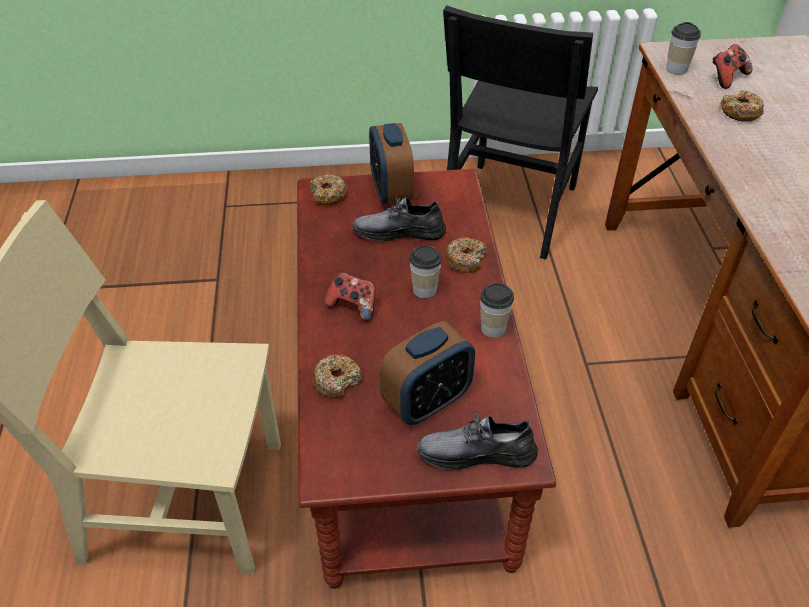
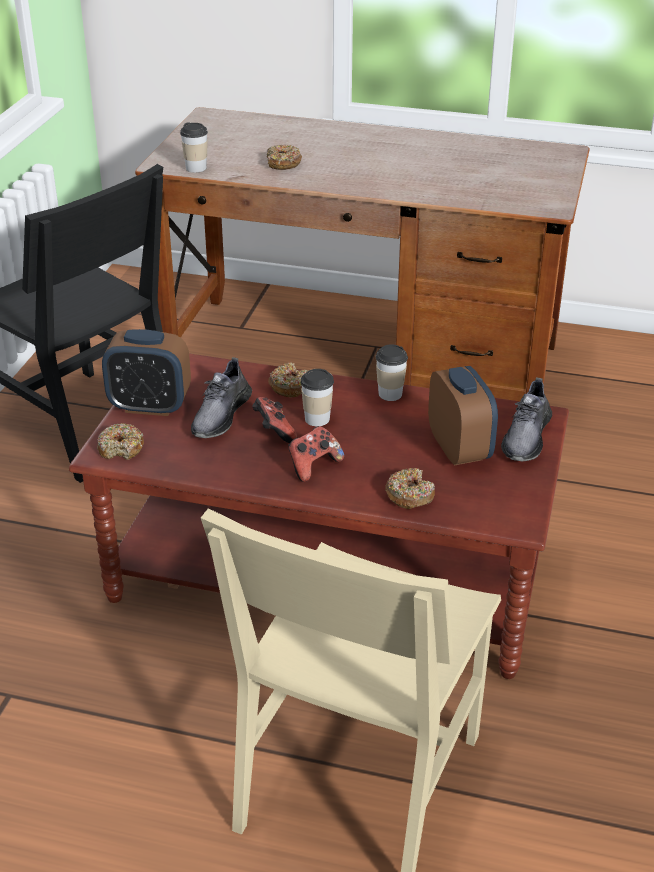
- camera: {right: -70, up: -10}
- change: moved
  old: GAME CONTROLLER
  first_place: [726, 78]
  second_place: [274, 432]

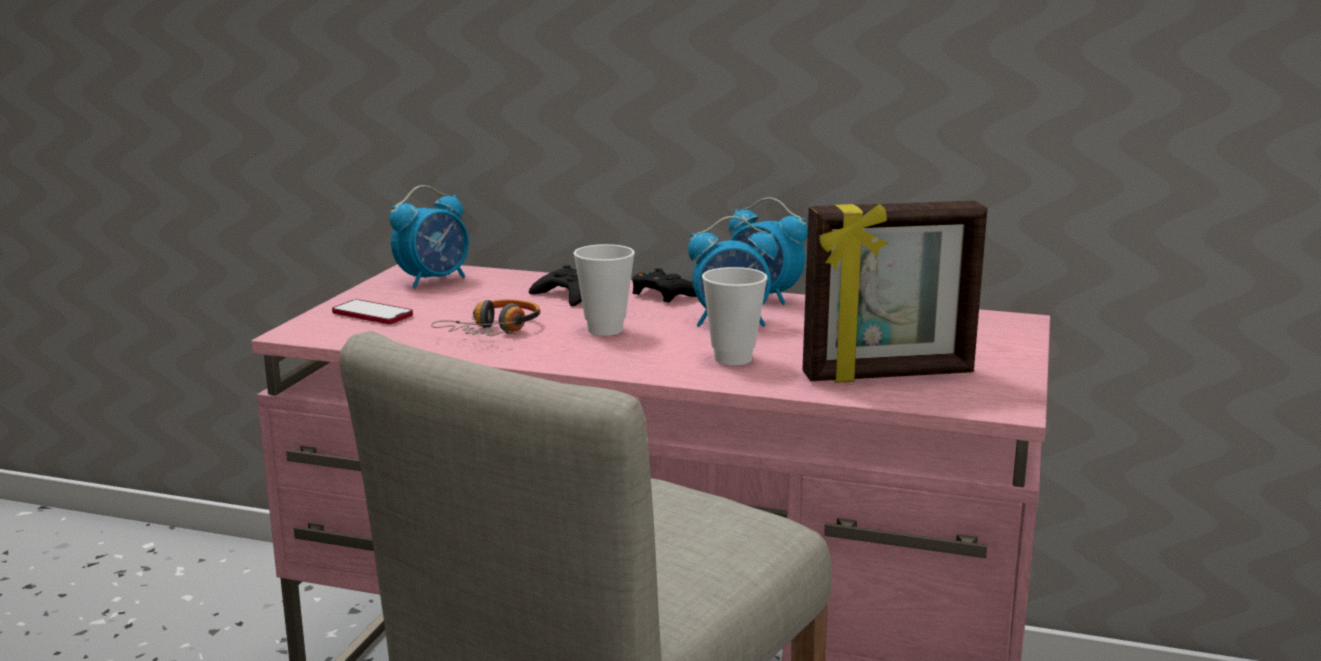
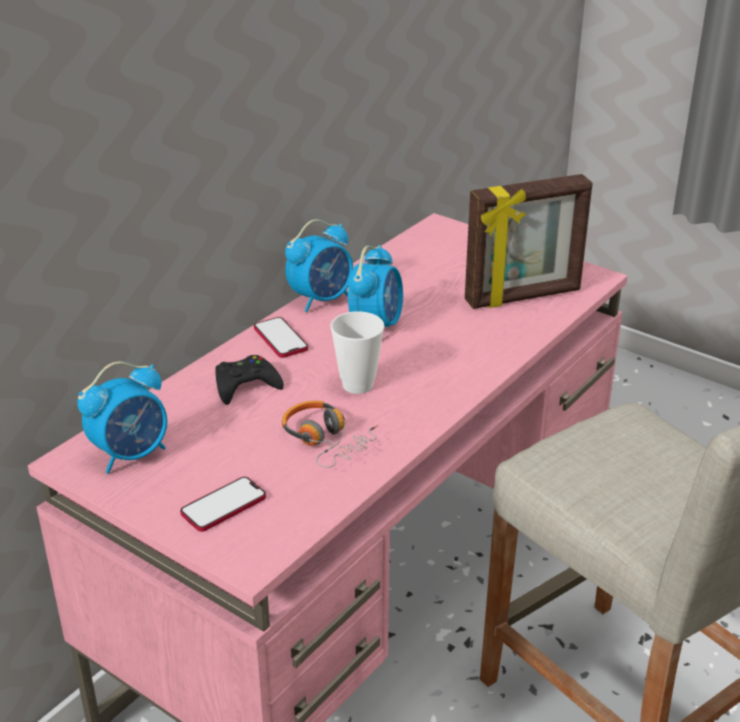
- camera: {right: -70, up: 15}
- change: removed
  old: CUP
  first_place: [733, 358]
- change: replaced
  old: BLACK GAME CONTROLLER
  new: PHONE
  first_place: [664, 294]
  second_place: [280, 339]
- change: turned
  old: ALARM CLOCK
  first_place: [434, 280]
  second_place: [131, 454]
  degrees: 75
- change: turned
  old: PICTURE FRAME
  first_place: [888, 375]
  second_place: [523, 297]
  degrees: 60

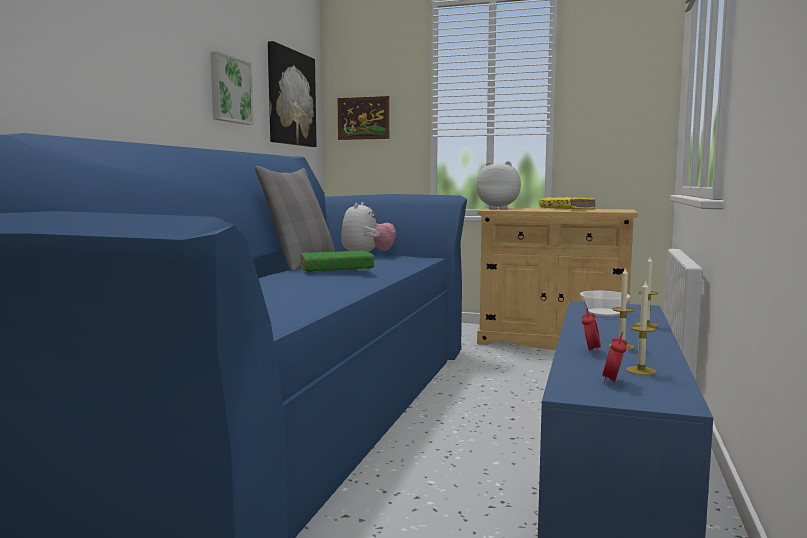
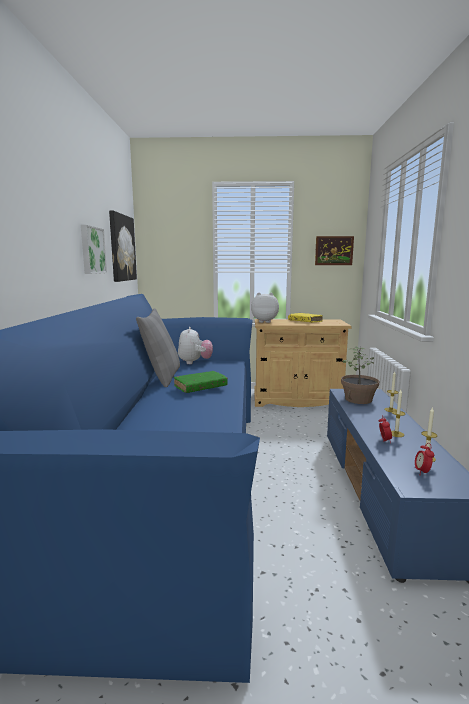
- camera: {right: -15, up: 5}
- change: moved
  old: PICTURE
  first_place: [363, 118]
  second_place: [334, 250]
- change: replaced
  old: BOWL
  new: POTTED PLANT
  first_place: [604, 312]
  second_place: [358, 399]

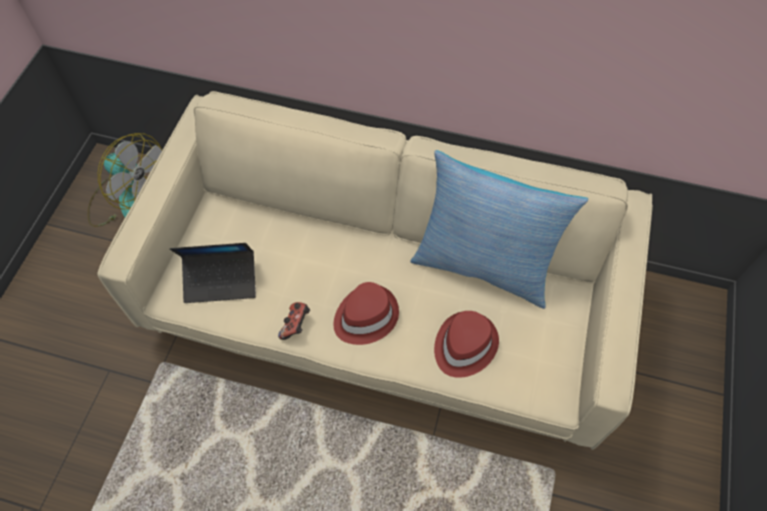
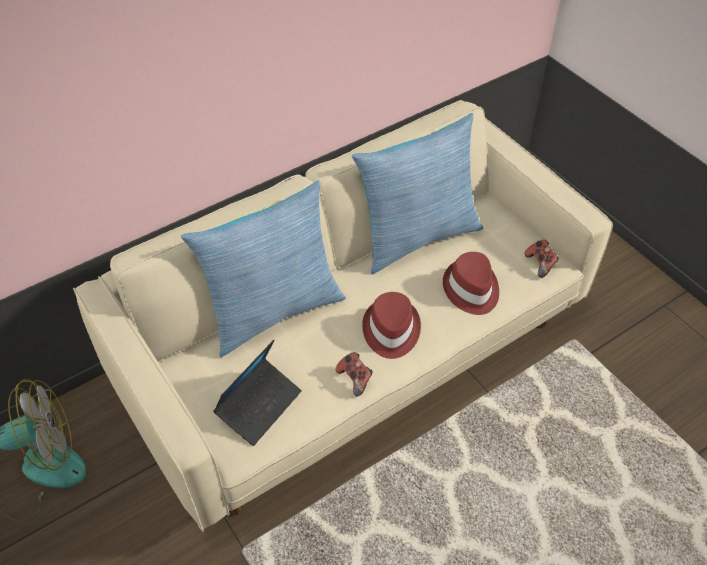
- camera: {right: -50, up: -10}
- change: added
  new: PILLOW
  second_place: [273, 310]
- change: added
  new: GAME CONTROLLER
  second_place: [540, 264]

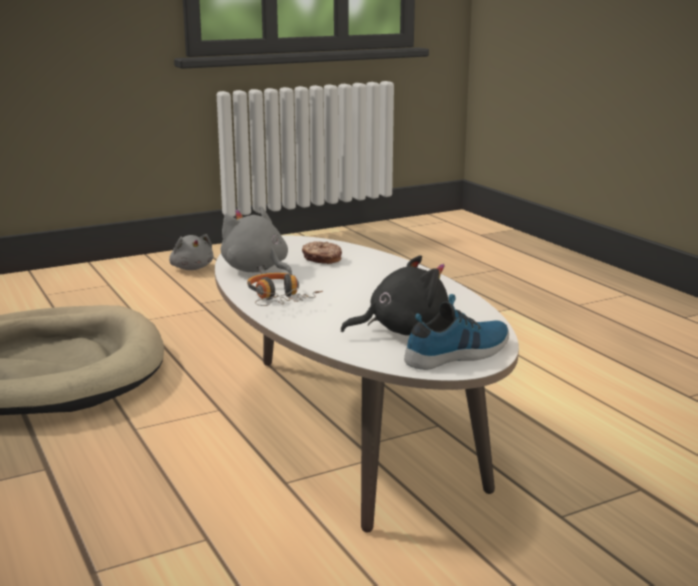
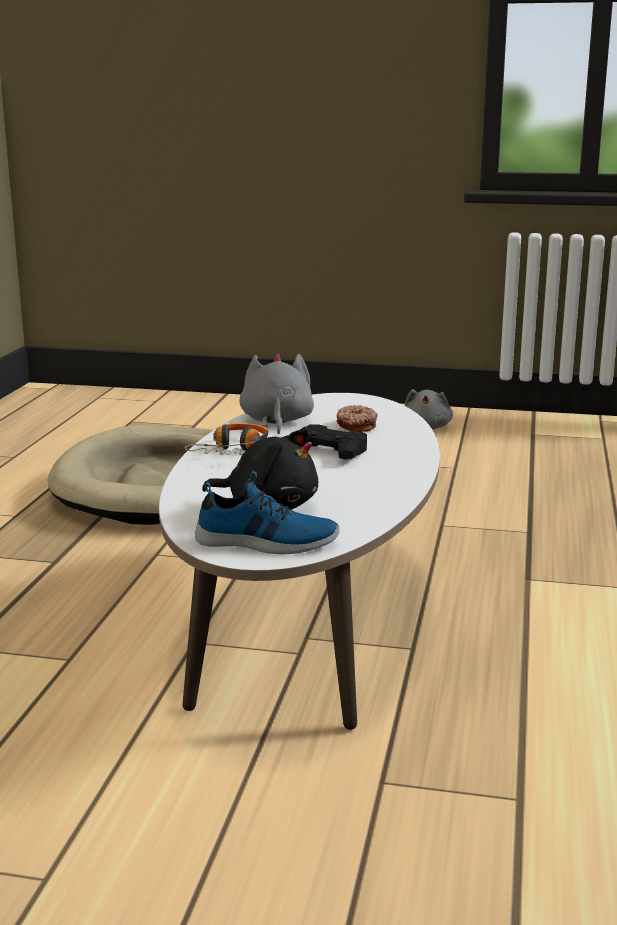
- camera: {right: 40, up: 0}
- change: added
  new: BLACK GAME CONTROLLER
  second_place: [326, 451]

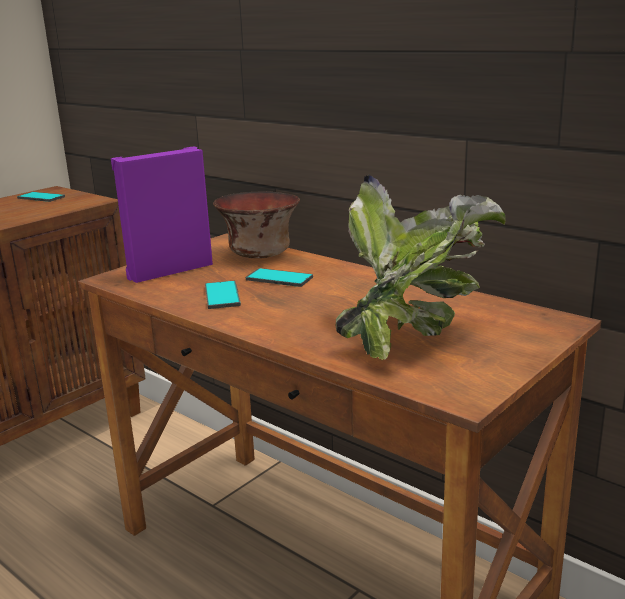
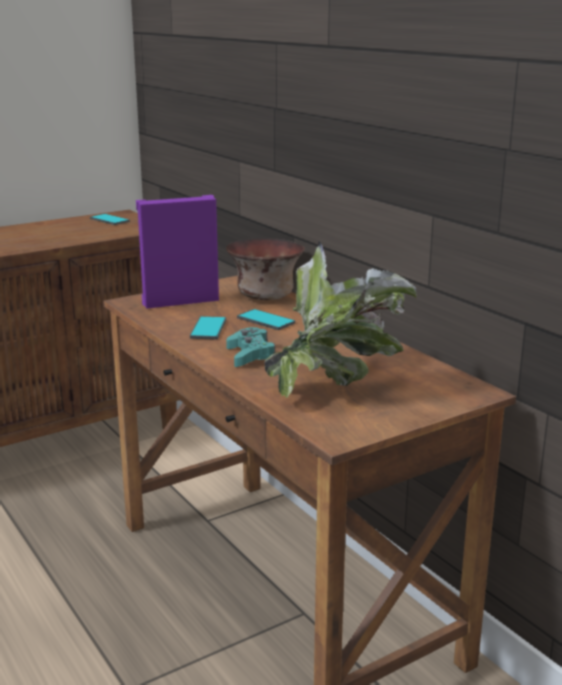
- camera: {right: 15, up: 0}
- change: added
  new: TURQUOISE GAME CONTROLLER
  second_place: [250, 355]

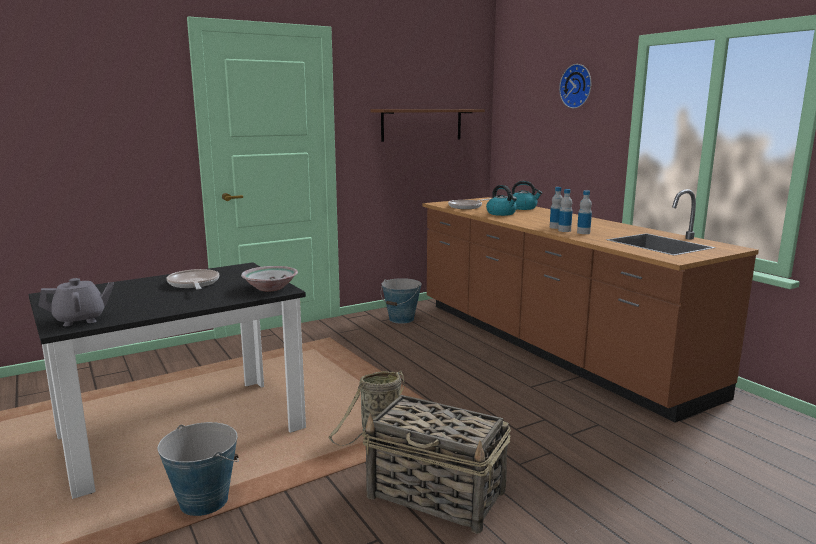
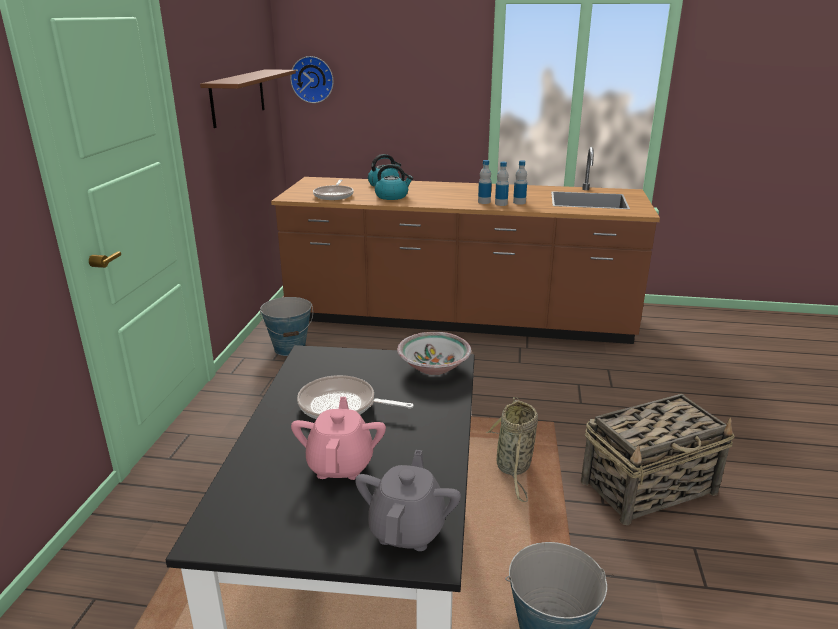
- camera: {right: -50, up: 10}
- change: added
  new: PINK TEAPOT
  second_place: [341, 465]
- change: moved
  old: WALL CLOCK
  first_place: [577, 86]
  second_place: [313, 79]

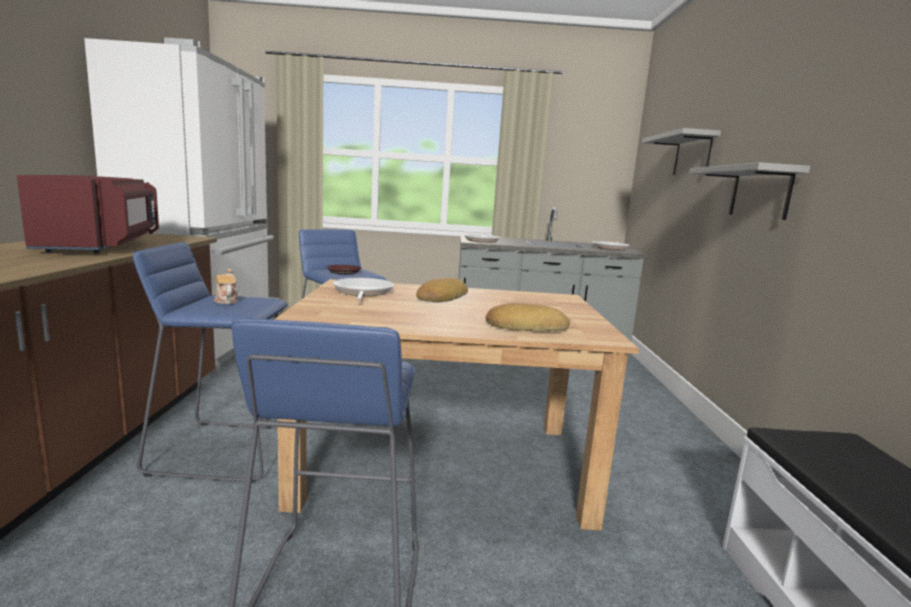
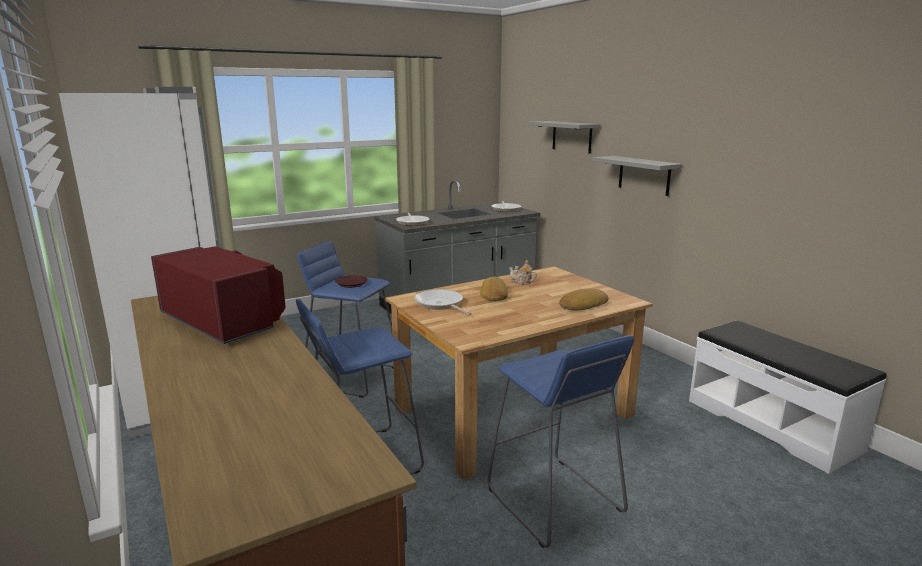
- camera: {right: -30, up: 5}
- change: moved
  old: TEAPOT
  first_place: [226, 300]
  second_place: [521, 282]

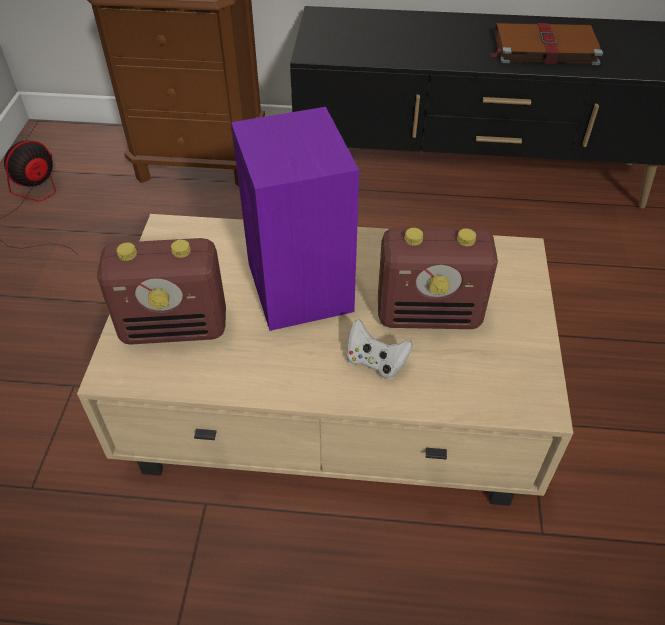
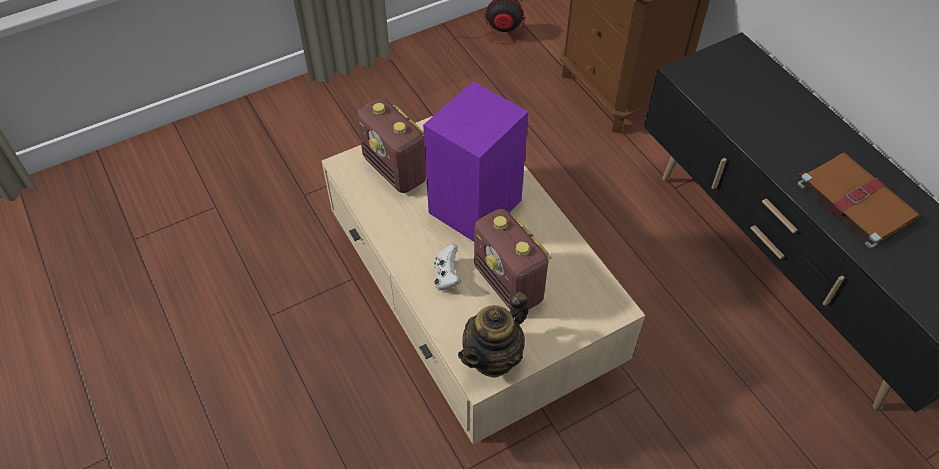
- camera: {right: 55, up: 5}
- change: added
  new: TEAPOT
  second_place: [494, 357]

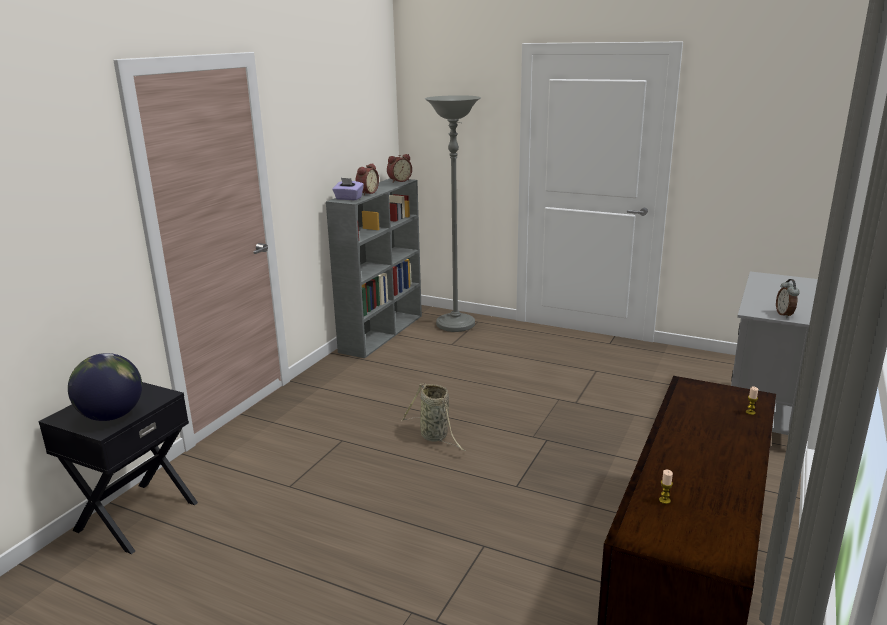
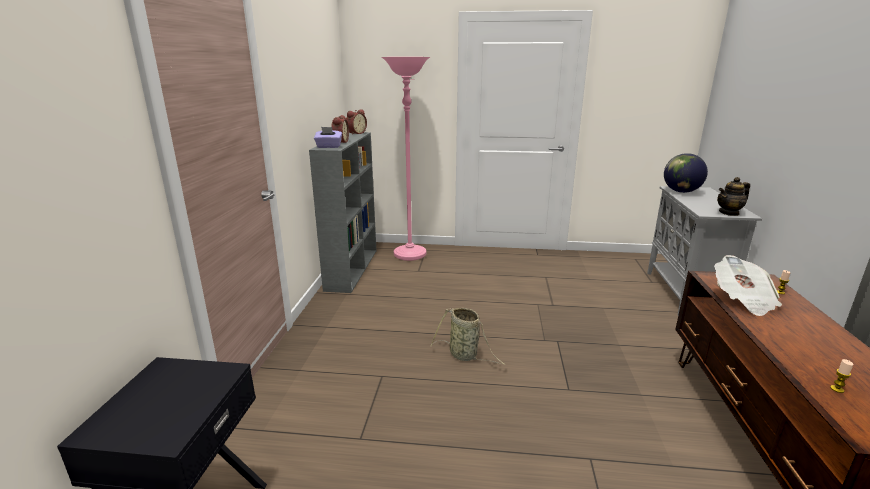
- camera: {right: -20, up: 0}
- change: added
  new: NEWSPAPER
  second_place: [743, 300]
- change: moved
  old: GLOBE
  first_place: [112, 416]
  second_place: [681, 191]
- change: replaced
  old: ALARM CLOCK
  new: TEAPOT
  first_place: [785, 314]
  second_place: [729, 213]
- change: recoloured
  old: GREY FLOOR LAMP
  new: PINK FLOOR LAMP
  first_place: [455, 325]
  second_place: [410, 254]

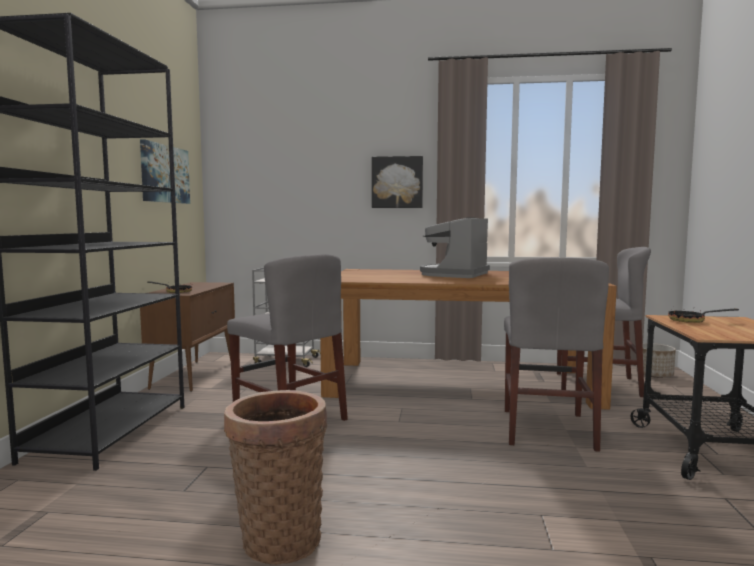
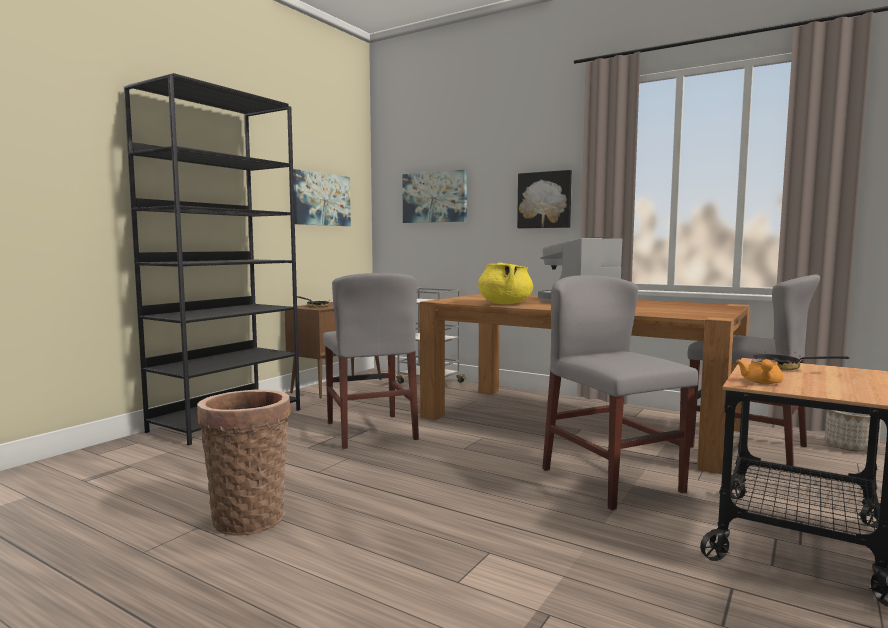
- camera: {right: 25, up: 0}
- change: added
  new: PICTURE
  second_place: [434, 197]
- change: added
  new: YELLOW COOKING POT
  second_place: [505, 304]
- change: added
  new: ORANGE TEAPOT
  second_place: [761, 382]
- change: turned
  old: GREY CHAIR
  first_place: [547, 429]
  second_place: [611, 480]
  degrees: 120

